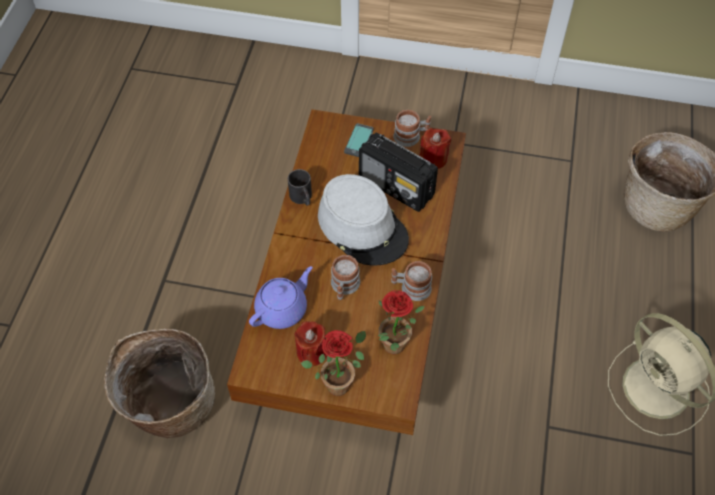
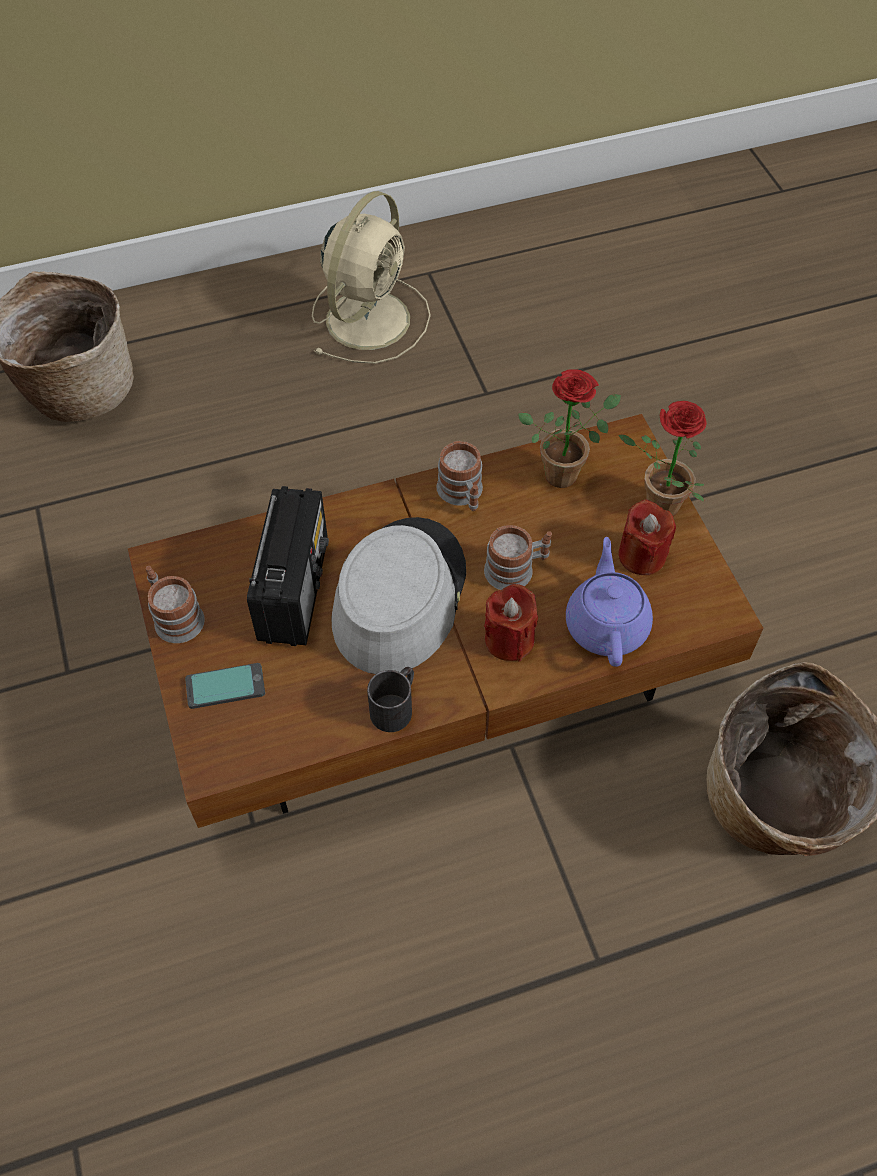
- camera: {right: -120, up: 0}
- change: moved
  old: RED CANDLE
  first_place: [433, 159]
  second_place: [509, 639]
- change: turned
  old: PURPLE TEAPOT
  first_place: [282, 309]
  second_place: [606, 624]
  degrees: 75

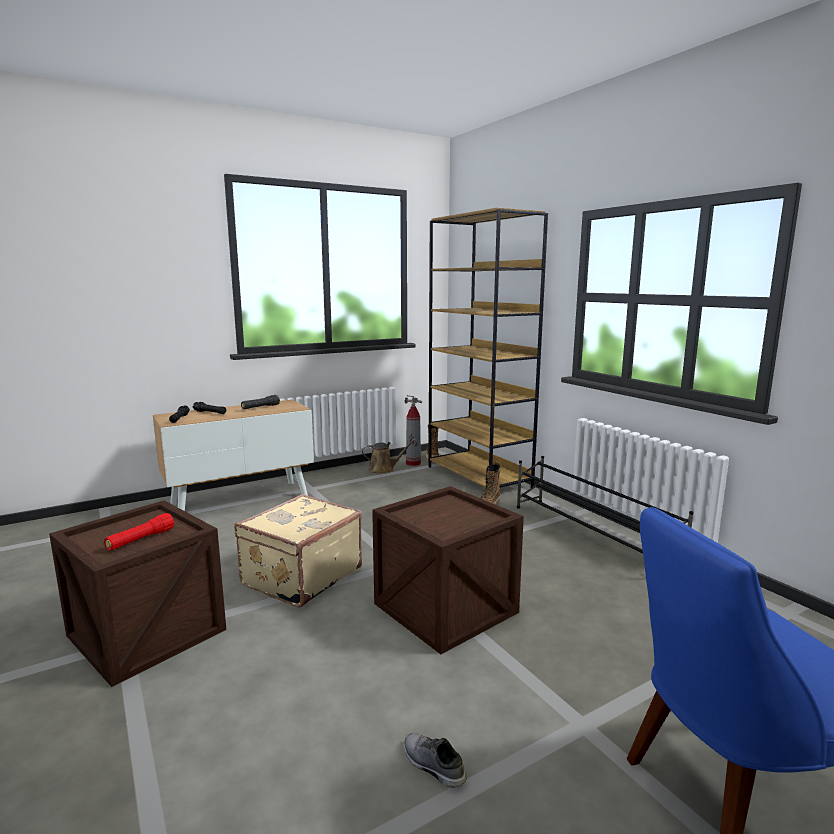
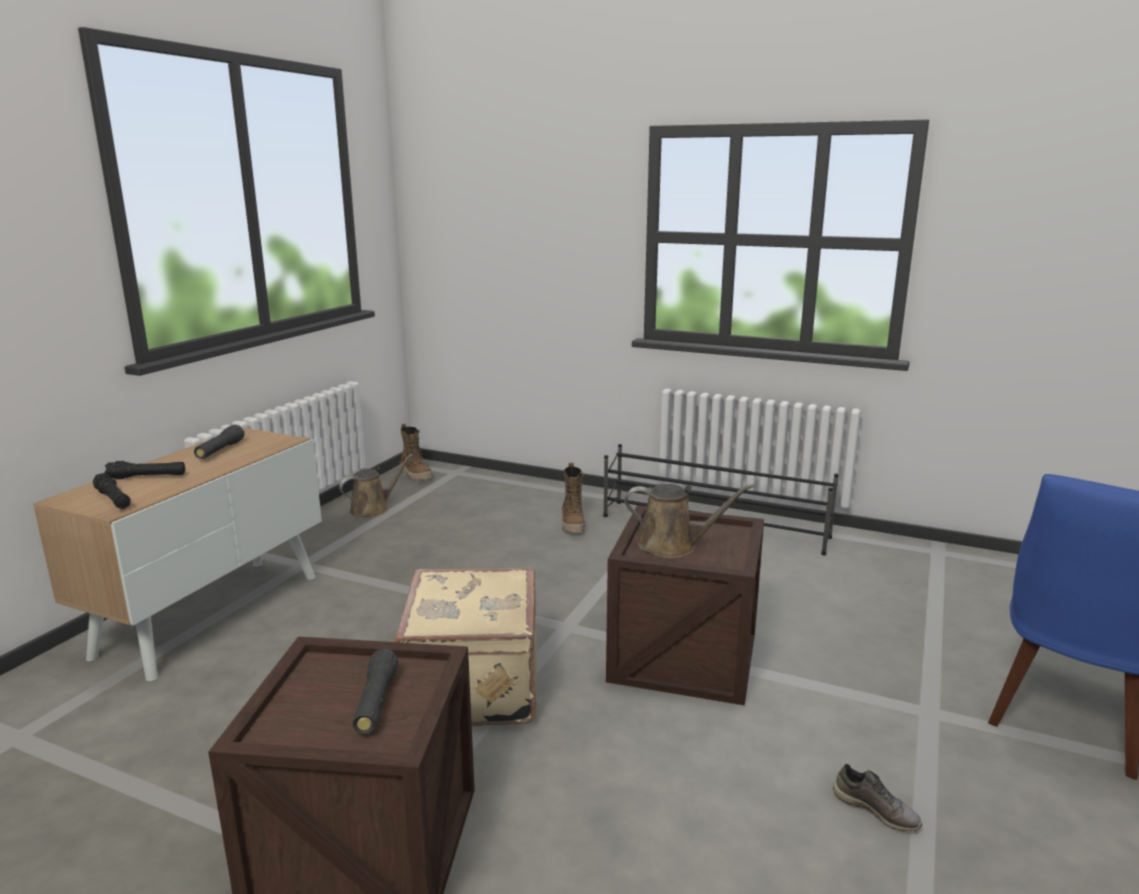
- camera: {right: -35, up: 5}
- change: removed
  old: FIRE EXTINGUISHER
  first_place: [413, 463]
- change: removed
  old: BROWN BOOKCASE
  first_place: [479, 477]
- change: added
  new: BROWN WATERING CAN
  second_place: [673, 546]
- change: recoloured
  old: RED FLASHLIGHT
  new: BLACK FLASHLIGHT
  first_place: [141, 540]
  second_place: [376, 702]
- change: turned
  old: GREY SHOE
  first_place: [432, 766]
  second_place: [876, 810]
  degrees: -150

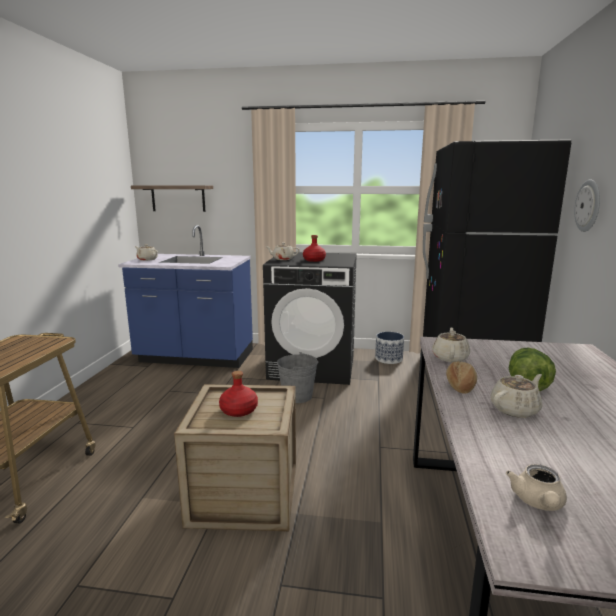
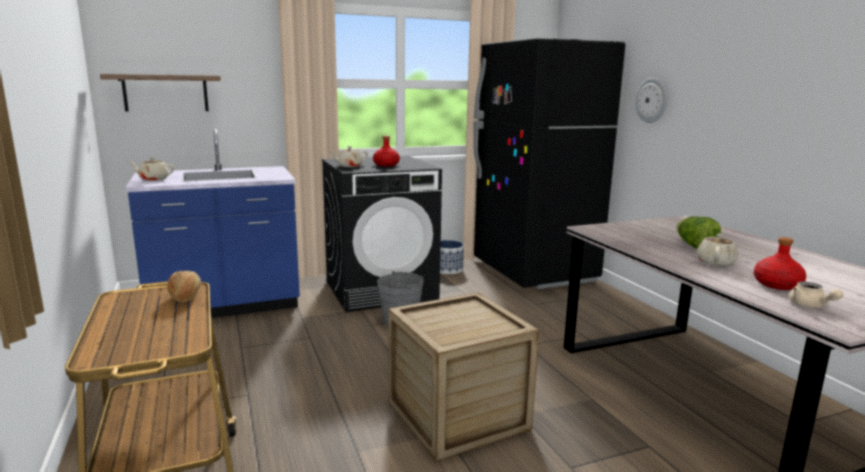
- camera: {right: -30, up: 0}
- change: removed
  old: BEIGE TEAPOT
  first_place: [450, 357]
- change: moved
  old: RED BOTTLE
  first_place: [239, 410]
  second_place: [777, 285]
- change: moved
  old: BREAD
  first_place: [460, 386]
  second_place: [185, 296]

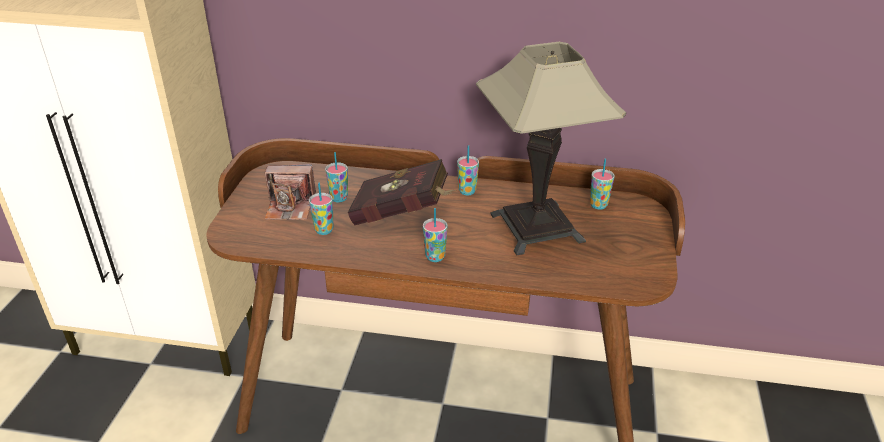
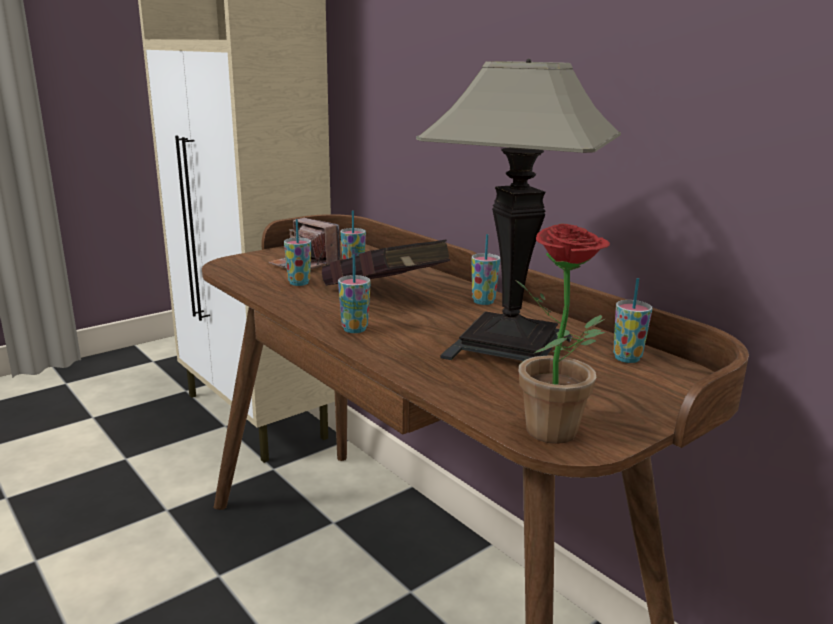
- camera: {right: 40, up: -15}
- change: added
  new: POTTED PLANT
  second_place: [559, 436]

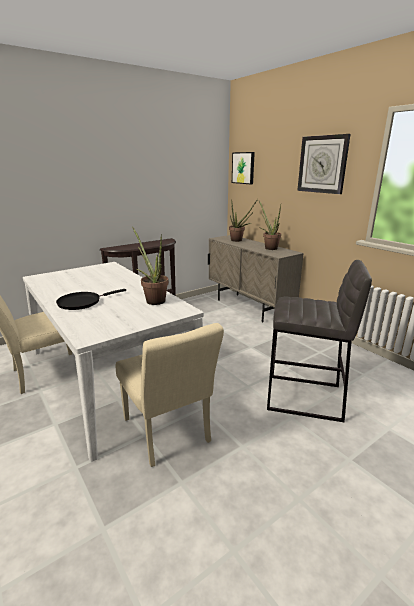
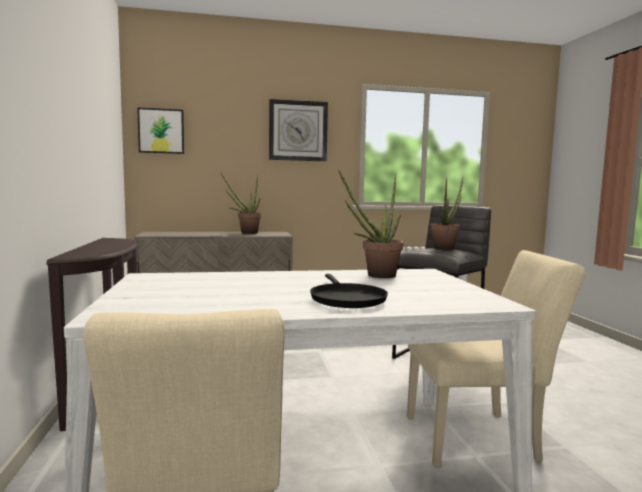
- camera: {right: -65, up: -15}
- change: moved
  old: POTTED PLANT
  first_place: [239, 240]
  second_place: [445, 248]

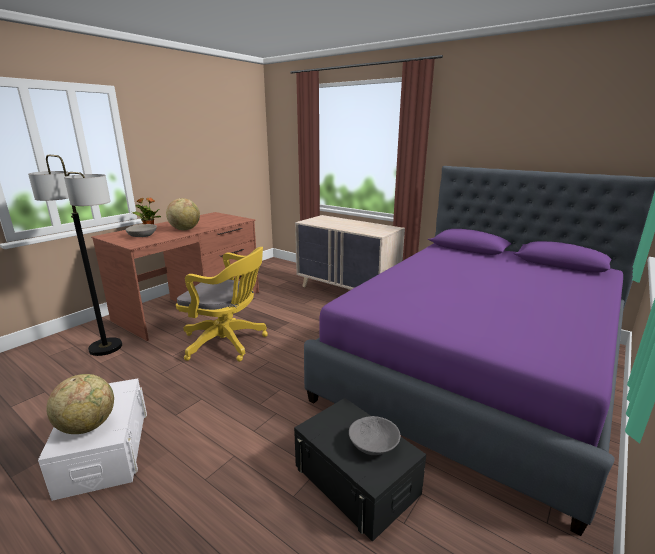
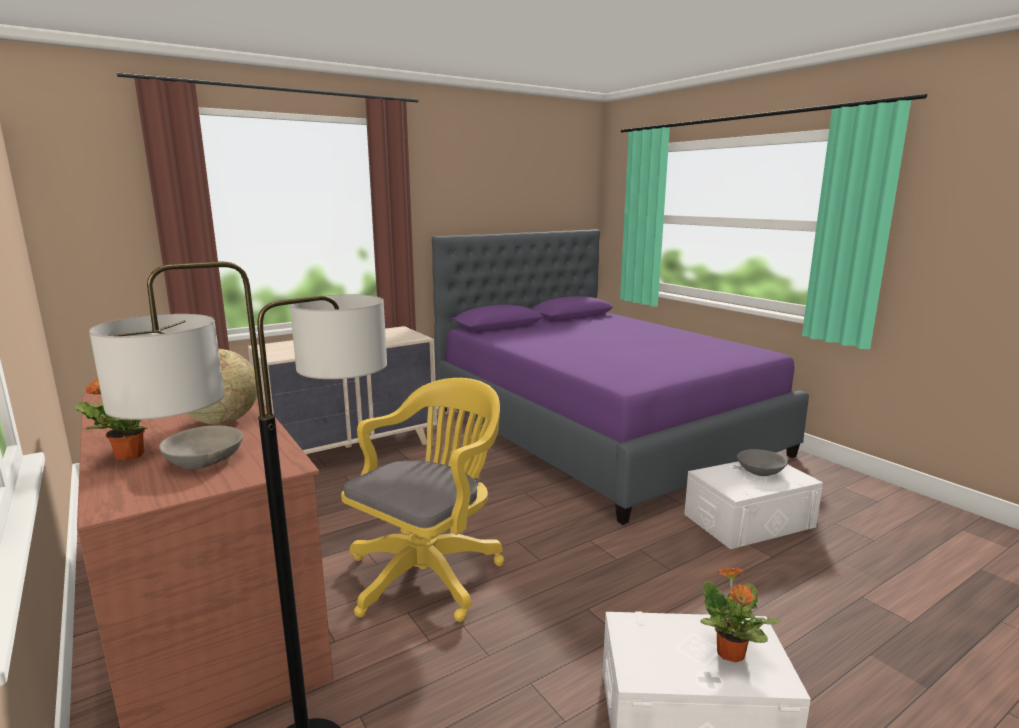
- camera: {right: -70, up: -5}
- change: replaced
  old: GLOBE
  new: POTTED PLANT
  first_place: [88, 426]
  second_place: [730, 654]
- change: recoloured
  old: BLACK STORAGE BOX
  new: WHITE STORAGE BOX
  first_place: [356, 479]
  second_place: [749, 520]

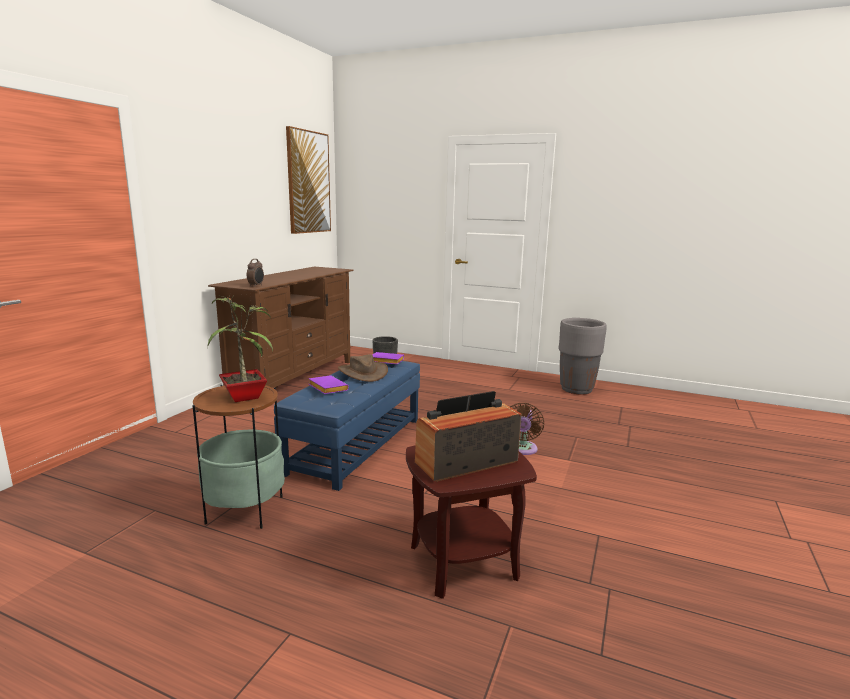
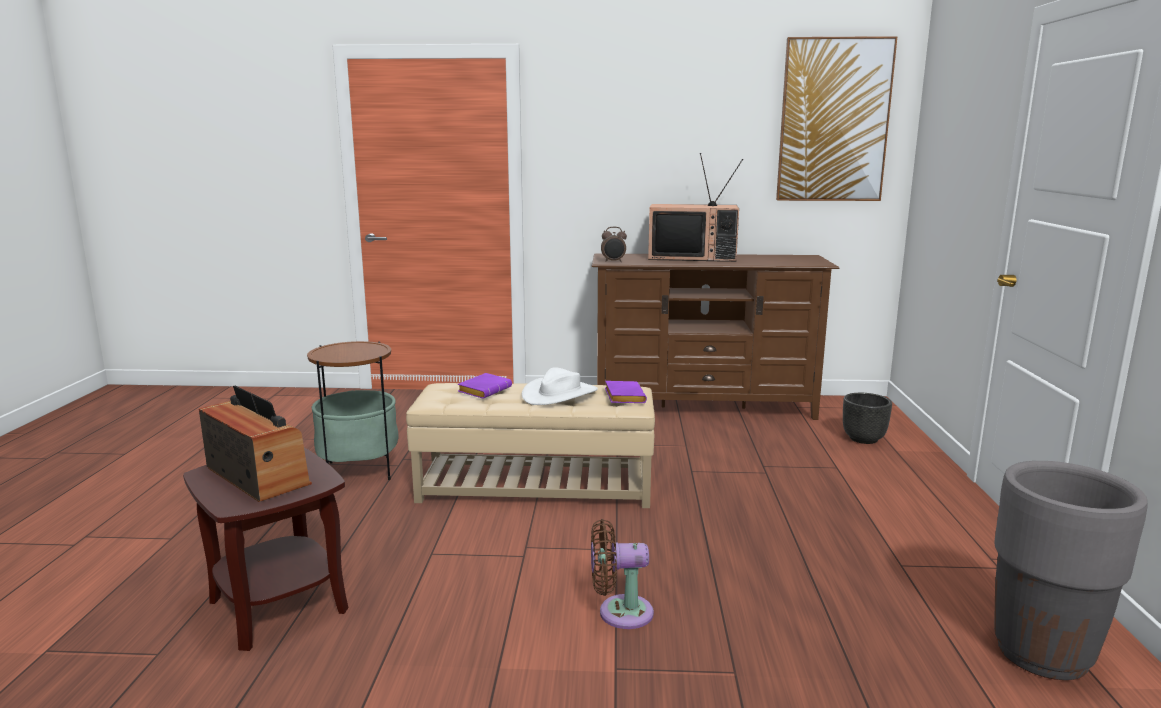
- camera: {right: 70, up: 0}
- change: removed
  old: POTTED PLANT
  first_place: [246, 396]
- change: added
  new: TELEVISION
  second_place: [693, 257]
- change: recoloured
  old: BLUE OTTOMAN
  new: BEIGE OTTOMAN
  first_place: [356, 445]
  second_place: [535, 486]
- change: recoloured
  old: BROWN HAT
  new: WHITE HAT
  first_place: [363, 373]
  second_place: [559, 394]

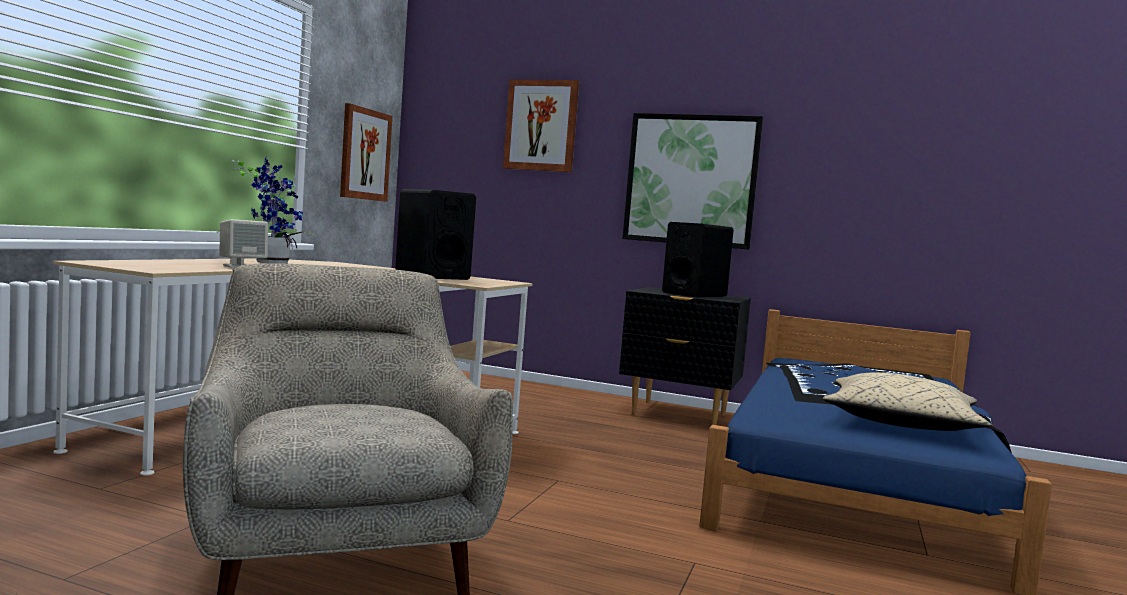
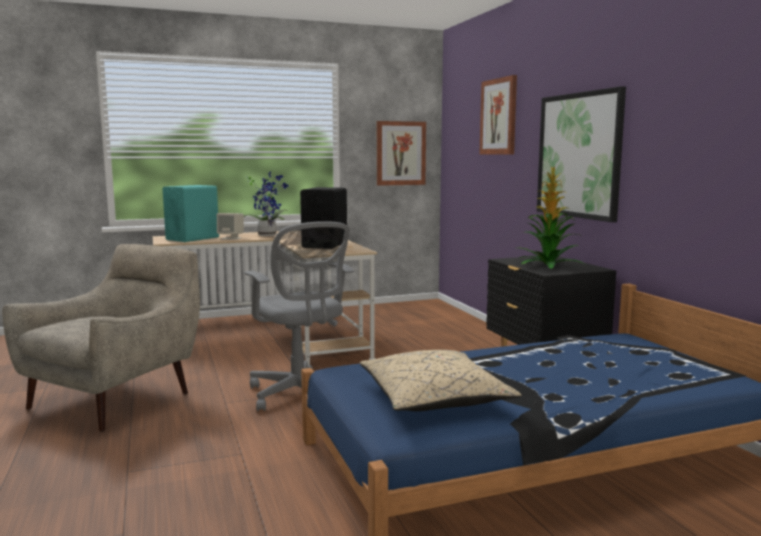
- camera: {right: 50, up: 5}
- change: added
  new: TURQUOISE SPEAKER
  second_place: [193, 238]
- change: added
  new: GREY OFFICE CHAIR
  second_place: [300, 395]
- change: replaced
  old: BLACK SPEAKER
  new: POTTED PLANT
  first_place: [694, 294]
  second_place: [547, 265]

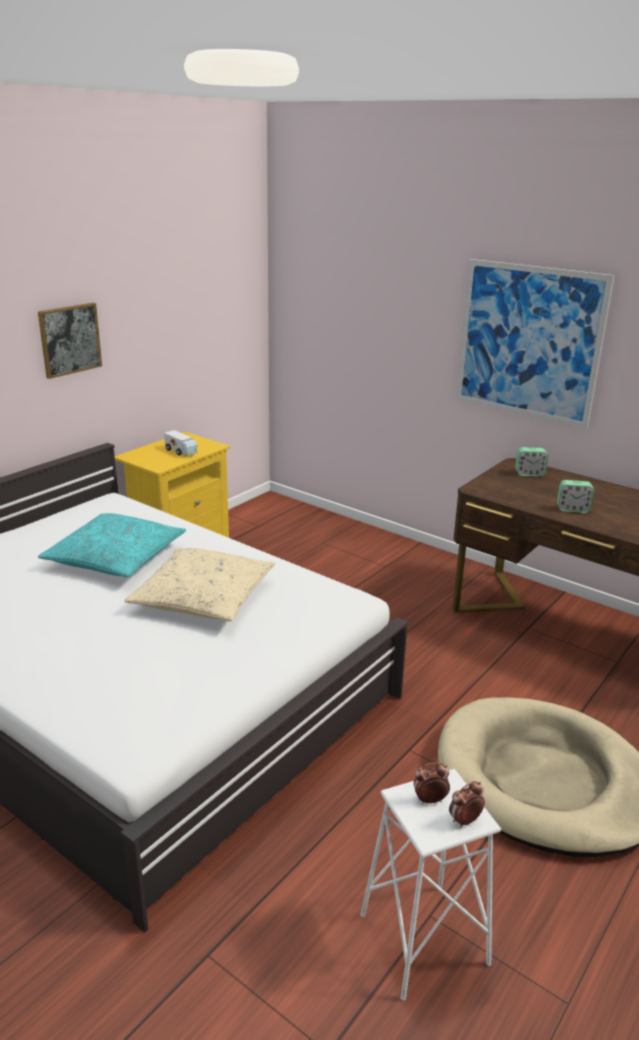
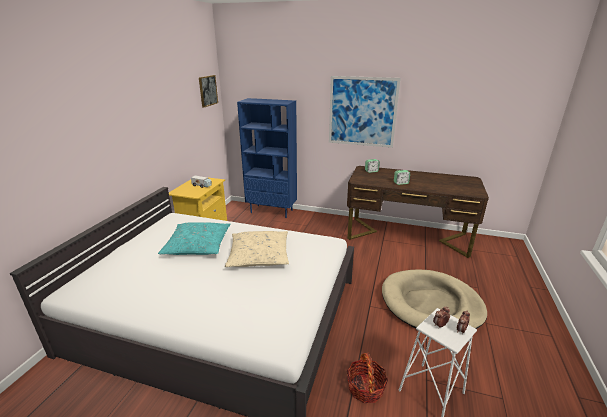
- camera: {right: -20, up: 0}
- change: added
  new: BLUE BOOKCASE
  second_place: [272, 211]
- change: added
  new: BASKET
  second_place: [365, 388]
- change: moved
  old: PICTURE
  first_place: [70, 339]
  second_place: [208, 90]

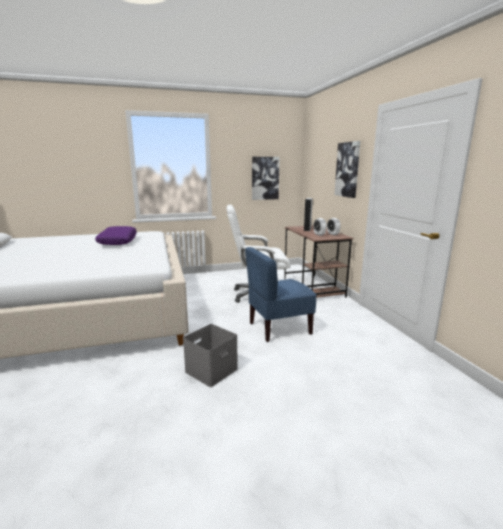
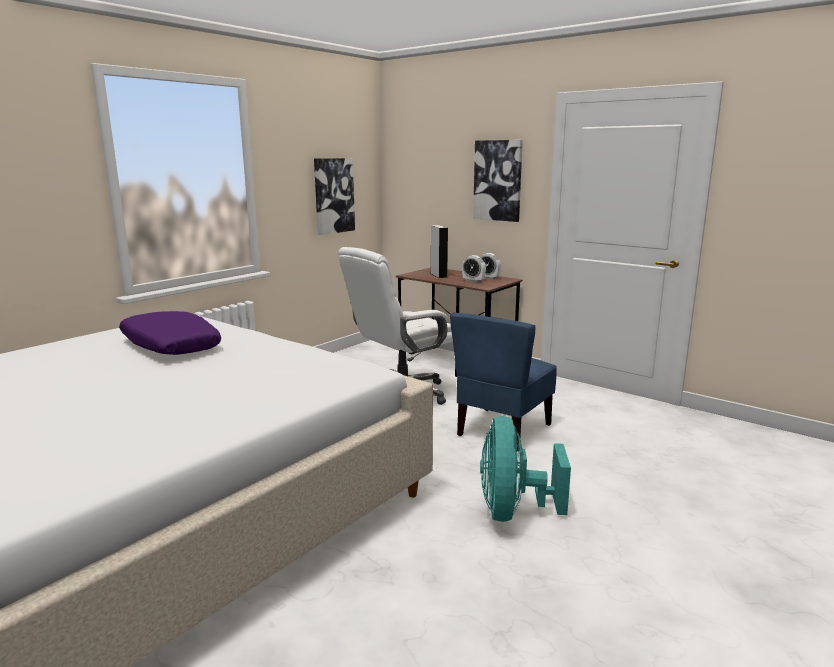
- camera: {right: -35, up: 0}
- change: replaced
  old: GREY STORAGE BOX
  new: TURQUOISE FAN
  first_place: [211, 371]
  second_place: [513, 511]

